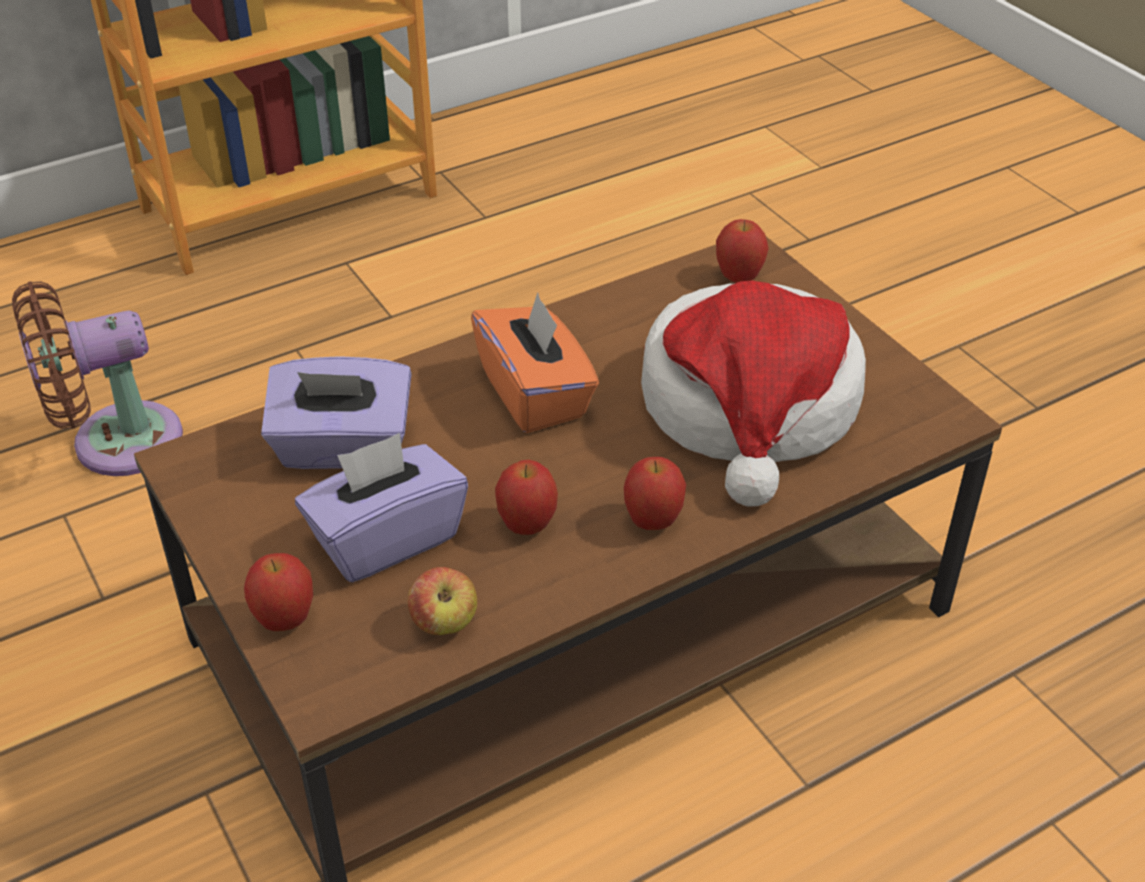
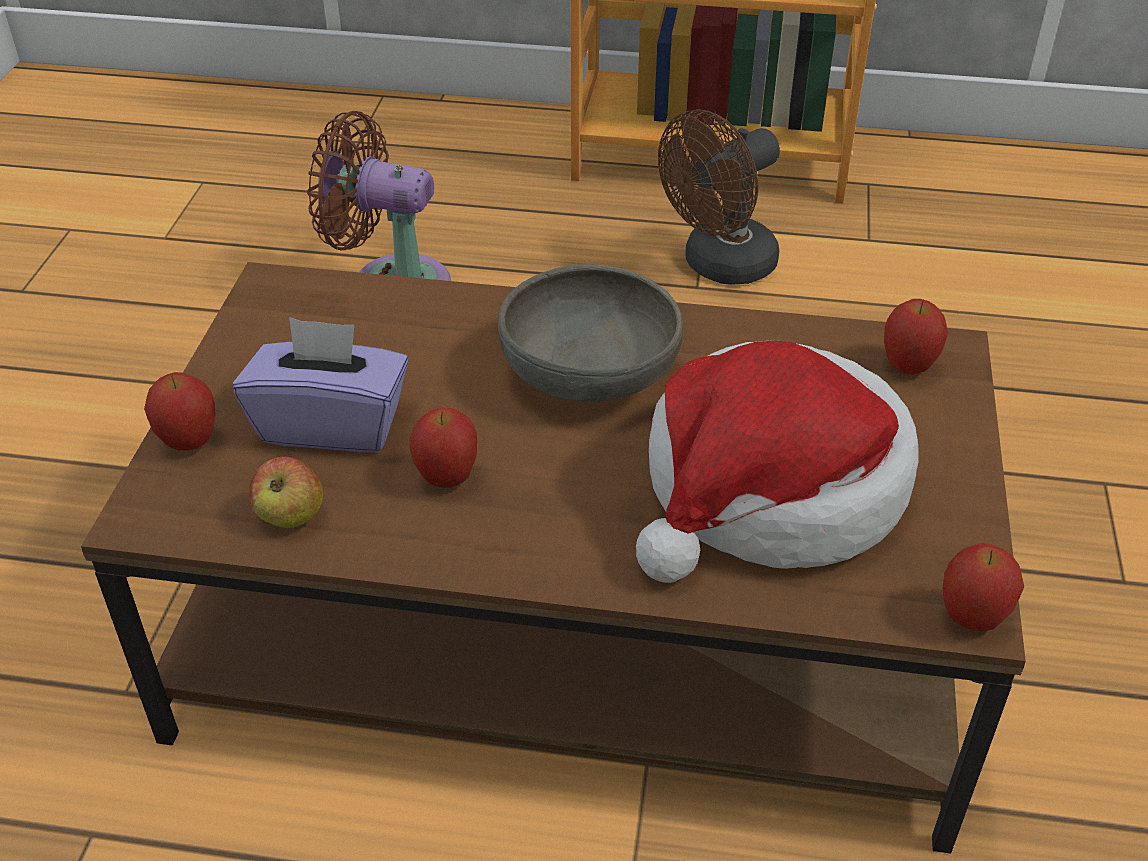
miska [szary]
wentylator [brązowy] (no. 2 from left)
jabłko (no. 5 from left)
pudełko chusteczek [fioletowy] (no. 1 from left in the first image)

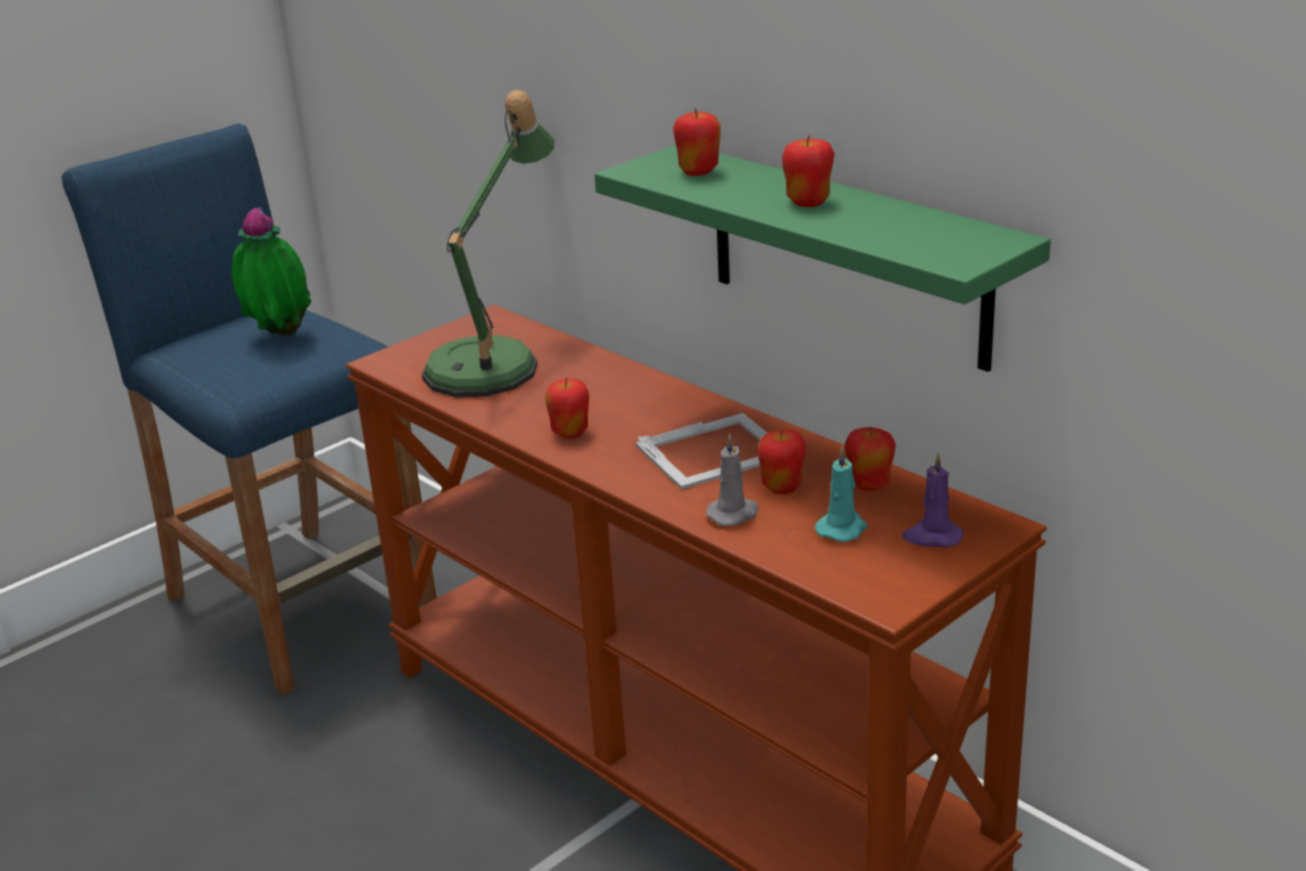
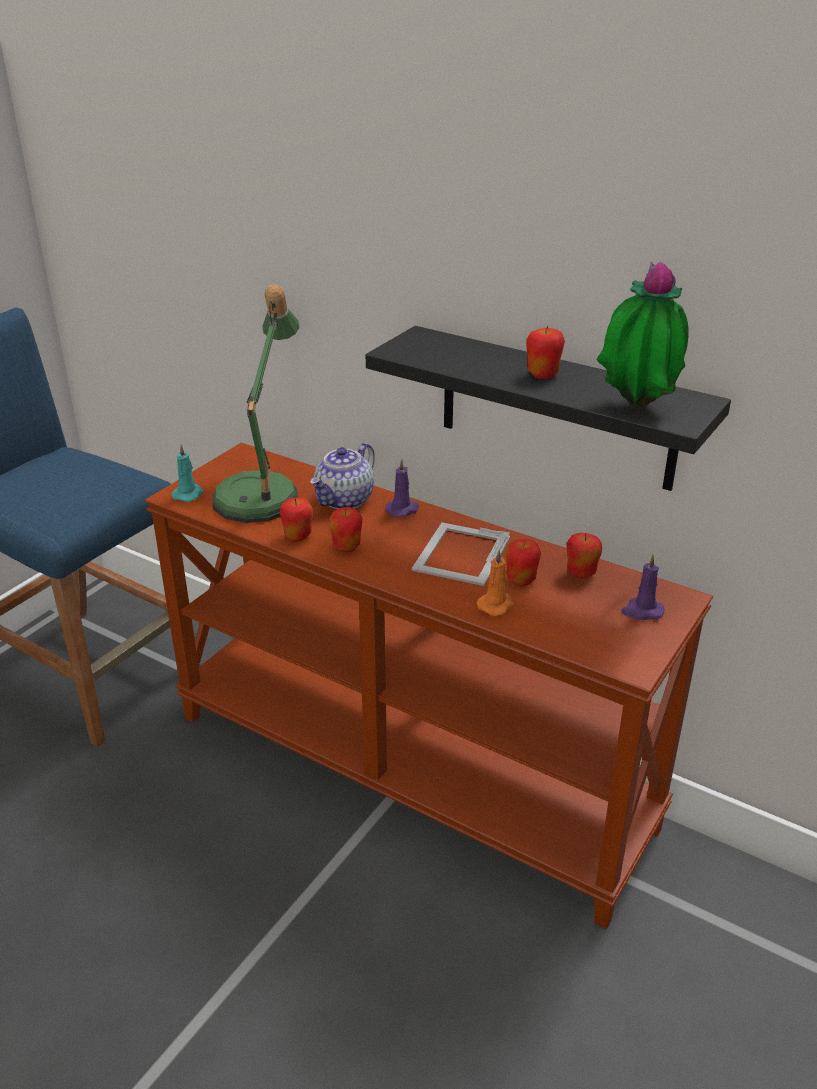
świeca [turkusowy]
jabłko (no. 1 from left)
imbryk
półka [czarny]
świeca [fioletowy] (no. 1 from left)
ramka na zdjęcie
świeca [pomarańczowy]
roślina doniczkowa

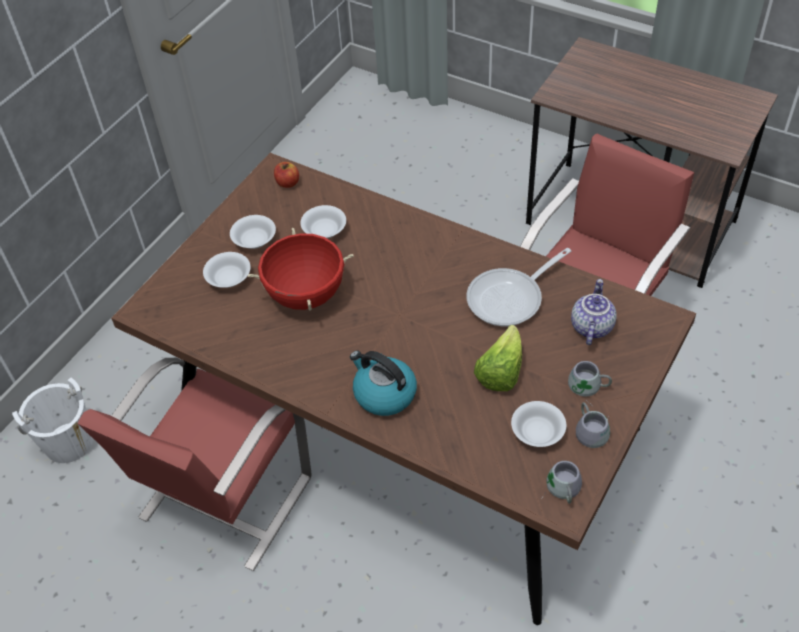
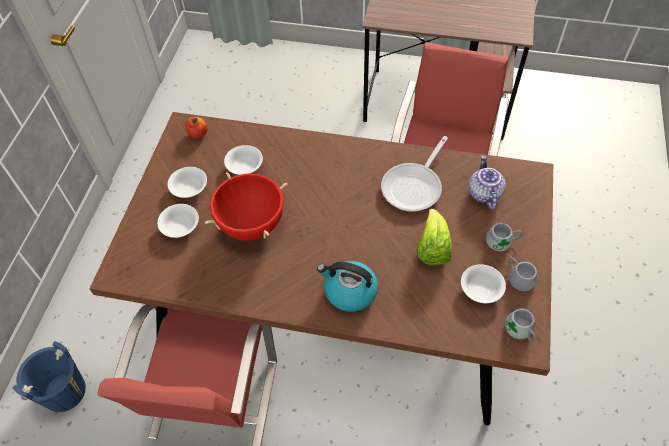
wiadro [niebieski]

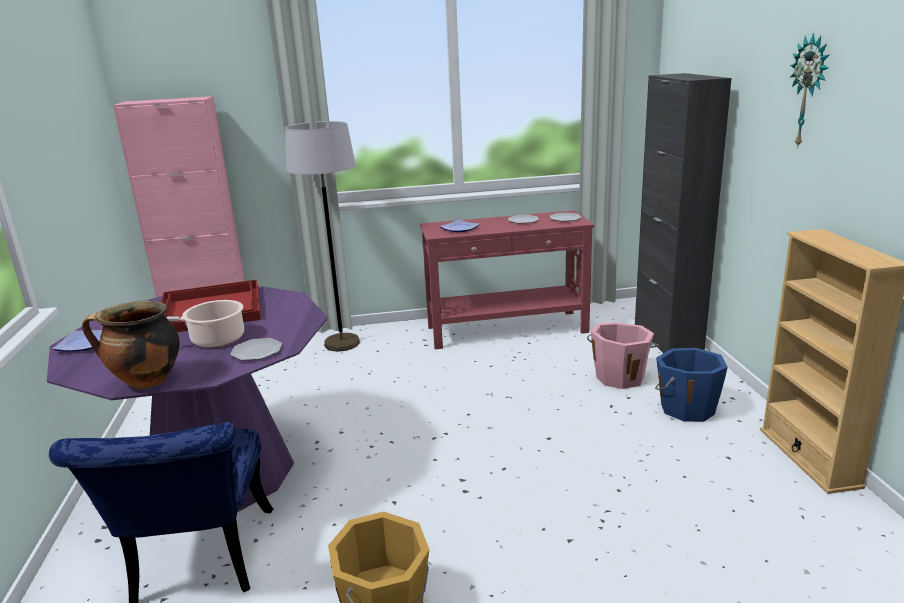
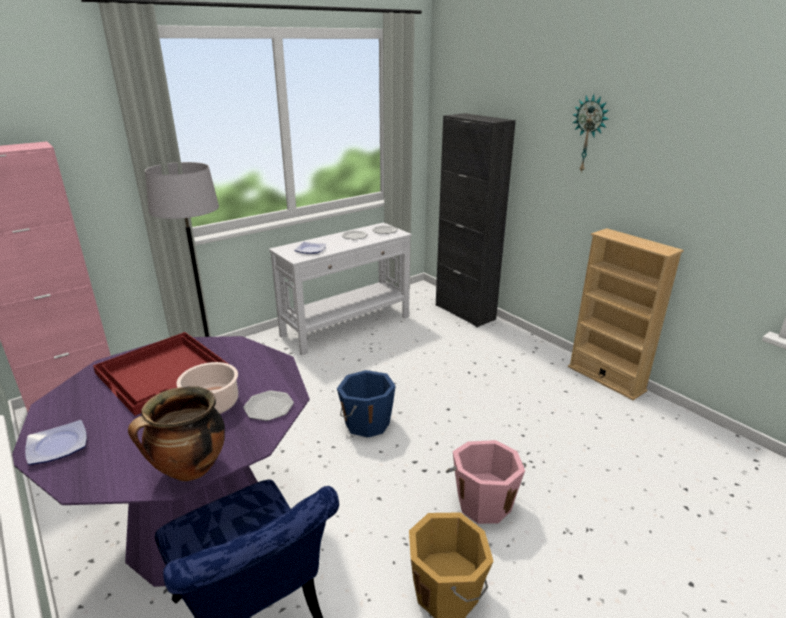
stolik konsolowy [biały]
wiadro [niebieski]
wiadro [różowy]

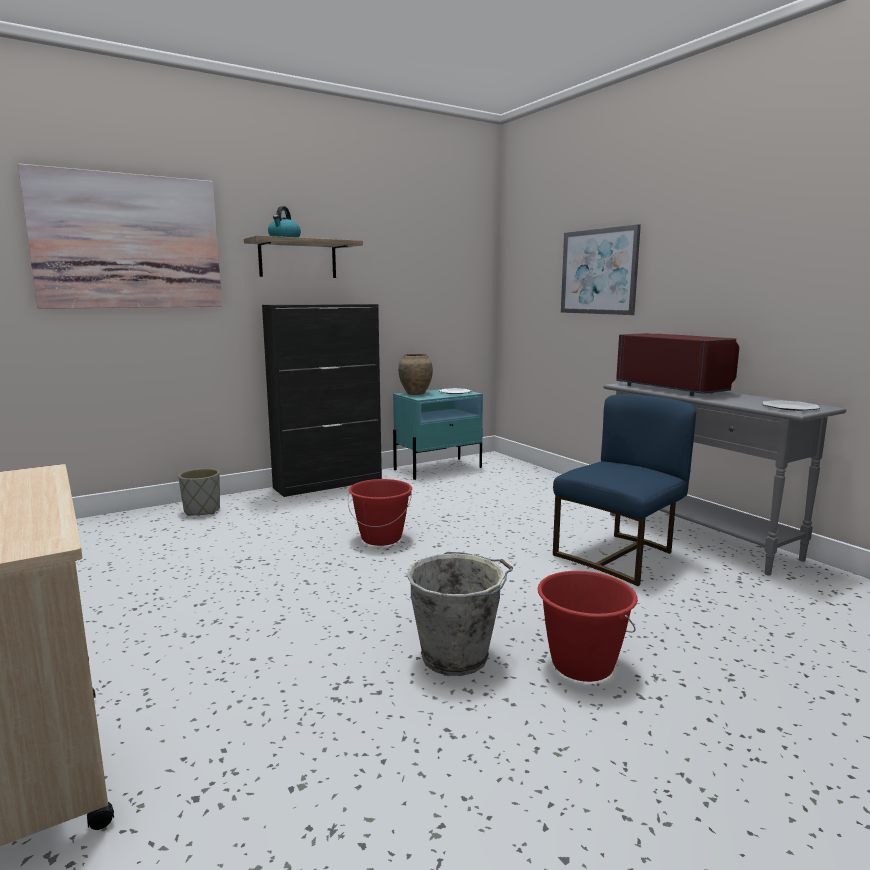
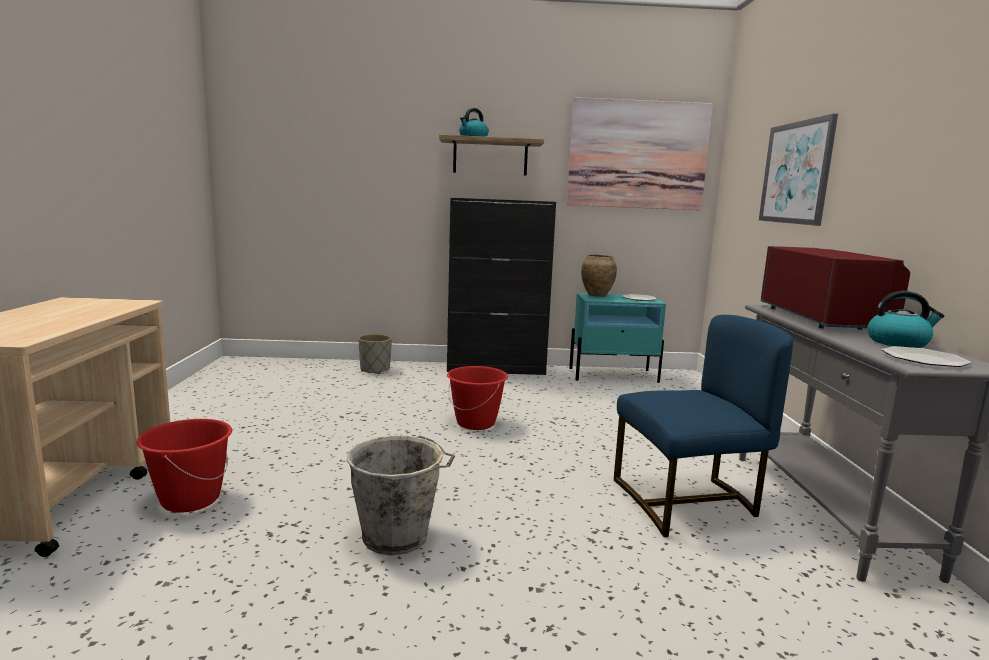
wiadro [czerwony] (no. 1 from left)
obraz (no. 1 from left)
czajnik (no. 2 from left)

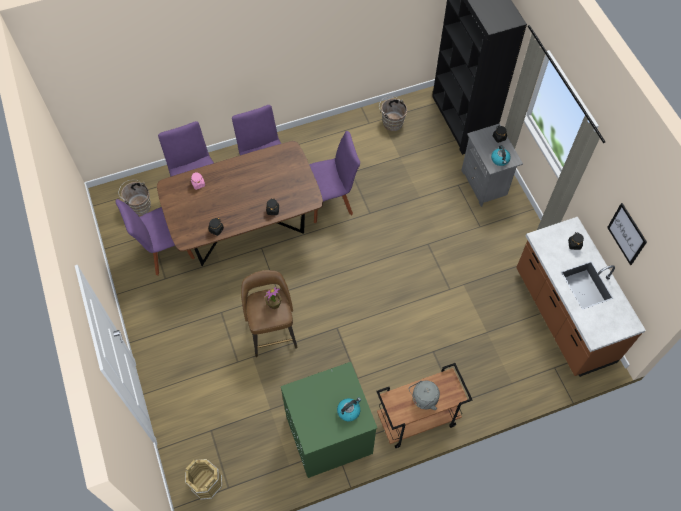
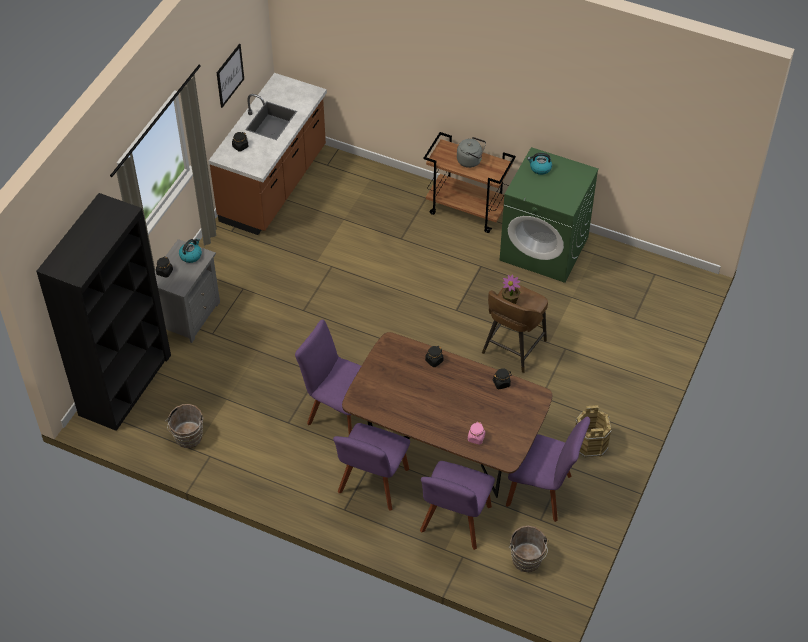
wiadro [brązowy] (no. 3 from left)

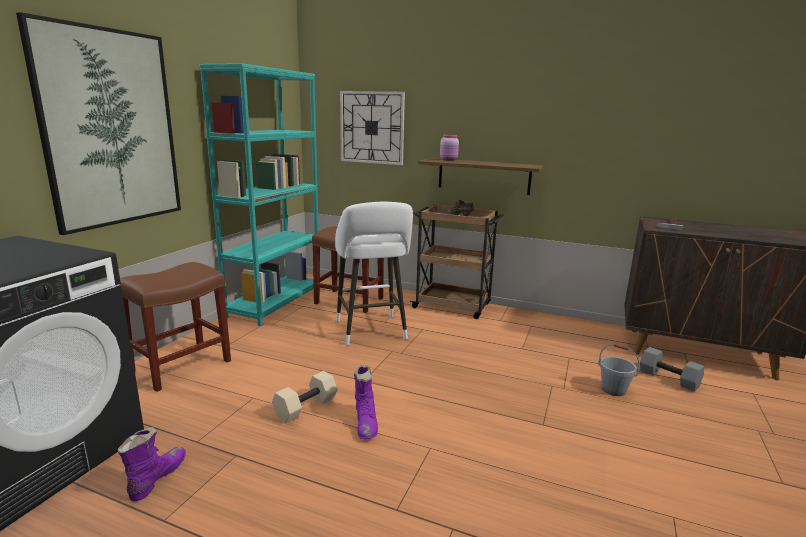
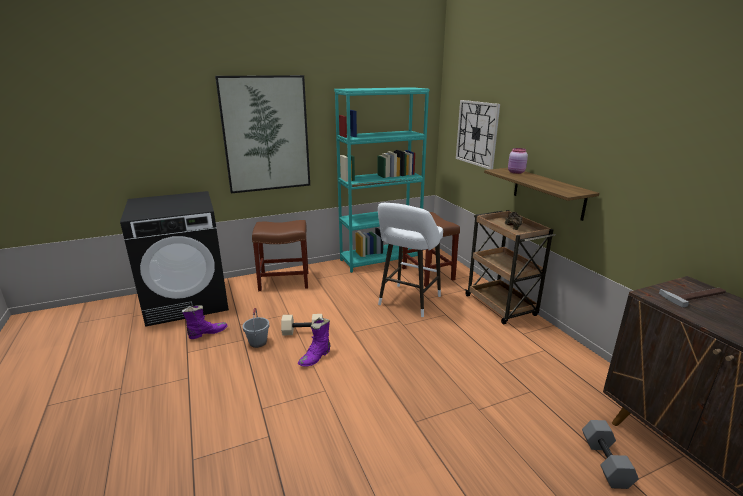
wiadro [szary]

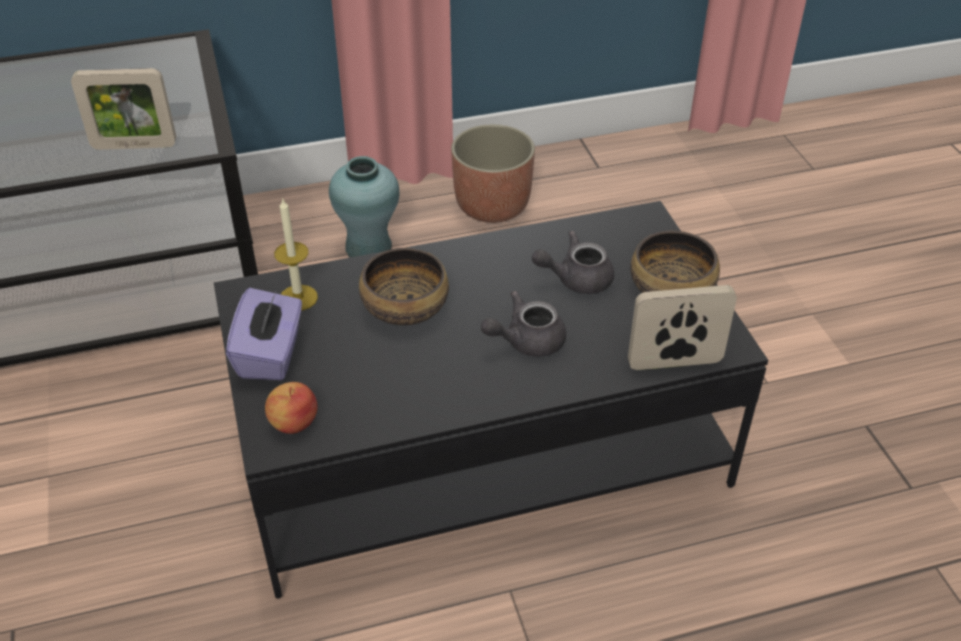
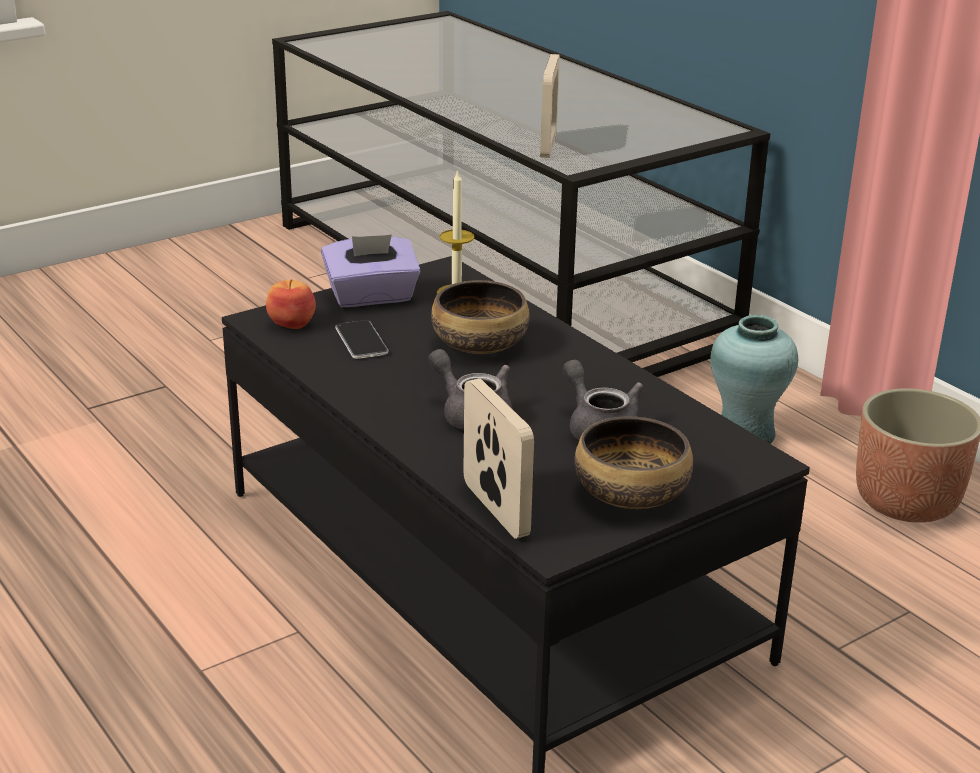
telefon
ramka na zdjęcie (no. 2 from left)

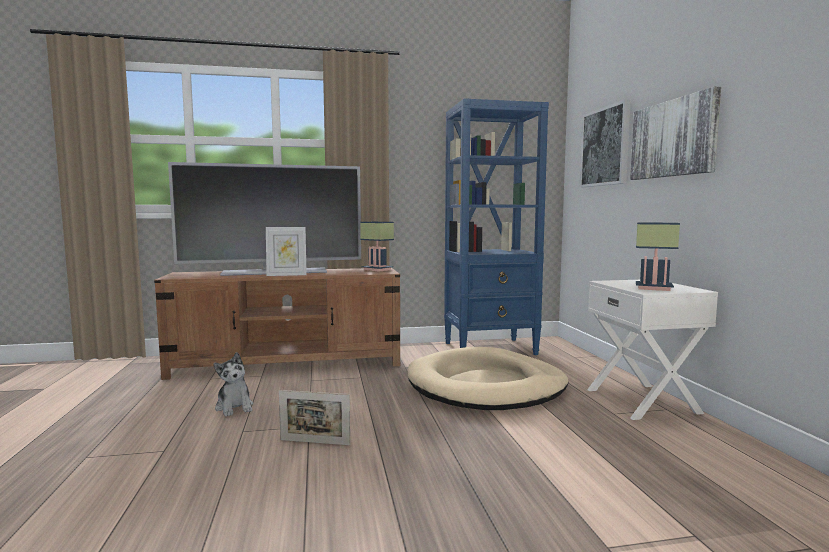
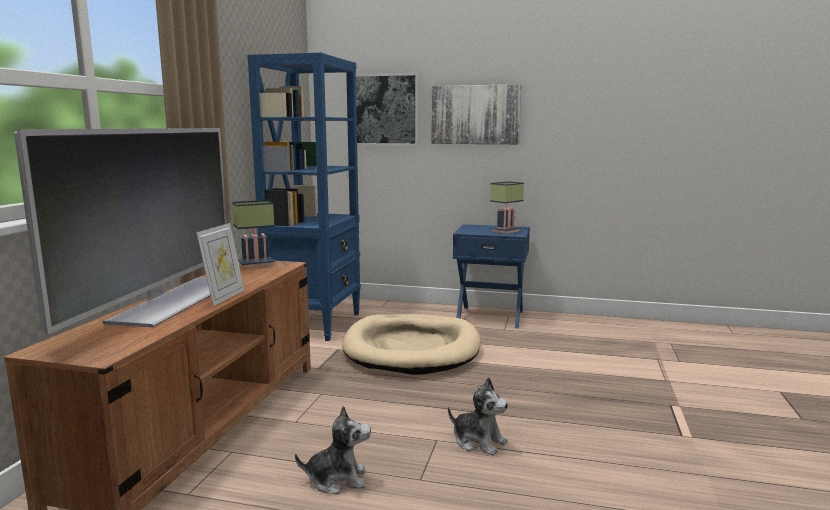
pluszak (no. 2 from left)
szafka nocna [niebieski]

